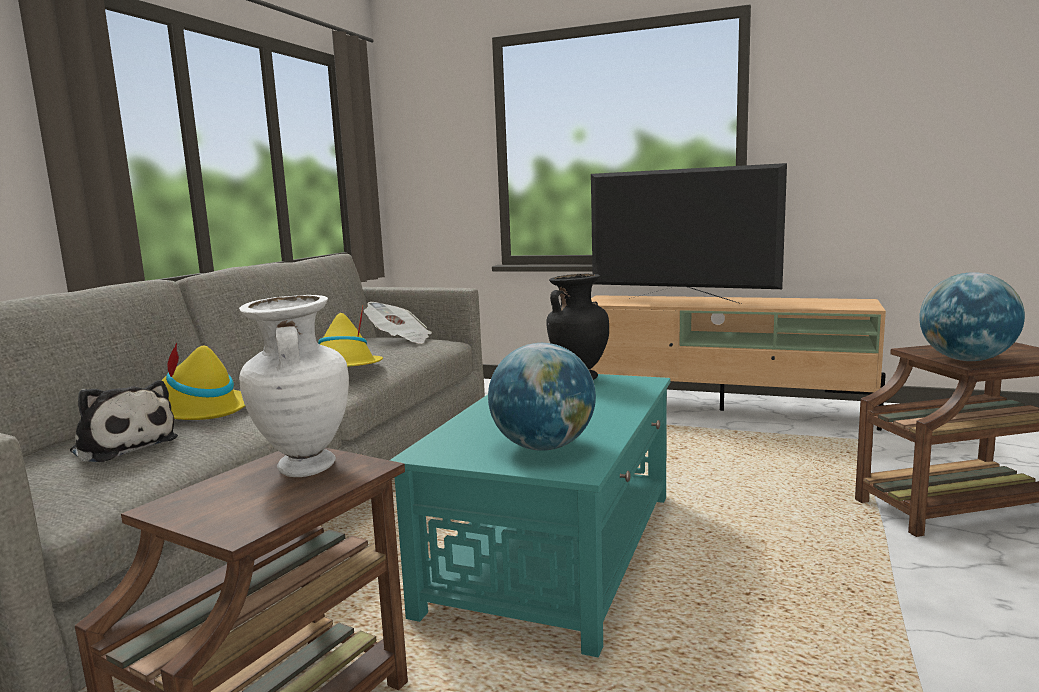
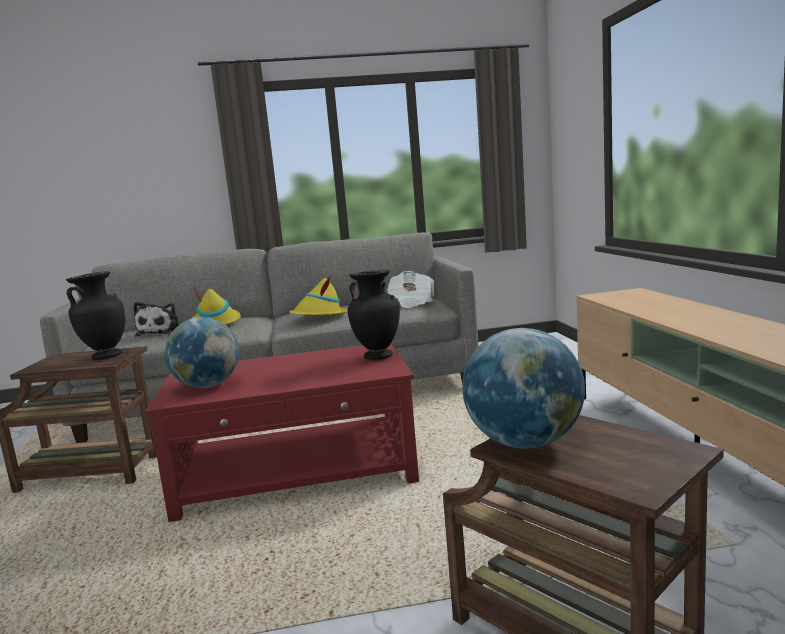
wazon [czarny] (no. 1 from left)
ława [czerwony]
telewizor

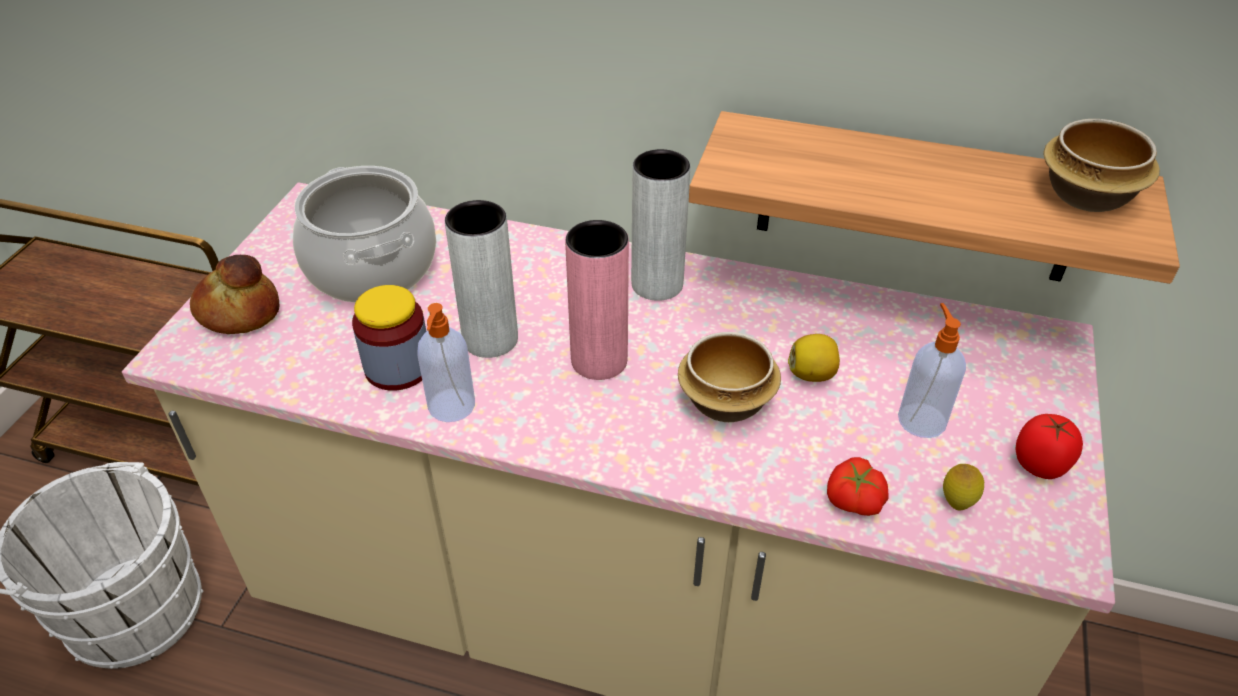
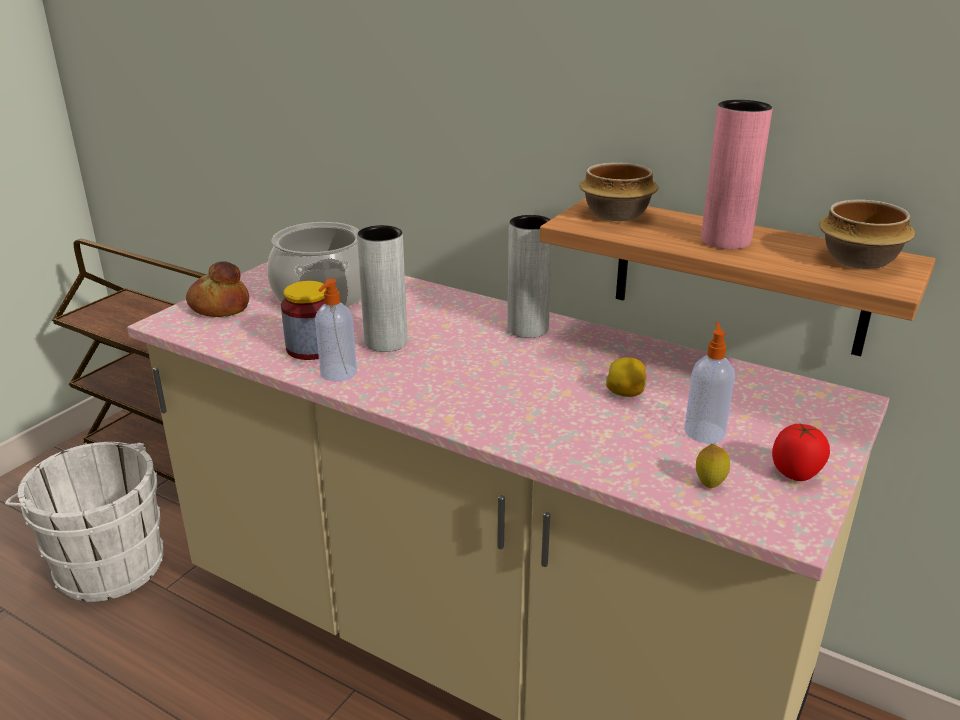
miska (no. 1 from left)
wazon [różowy]
pomidor (no. 1 from left in the first image)

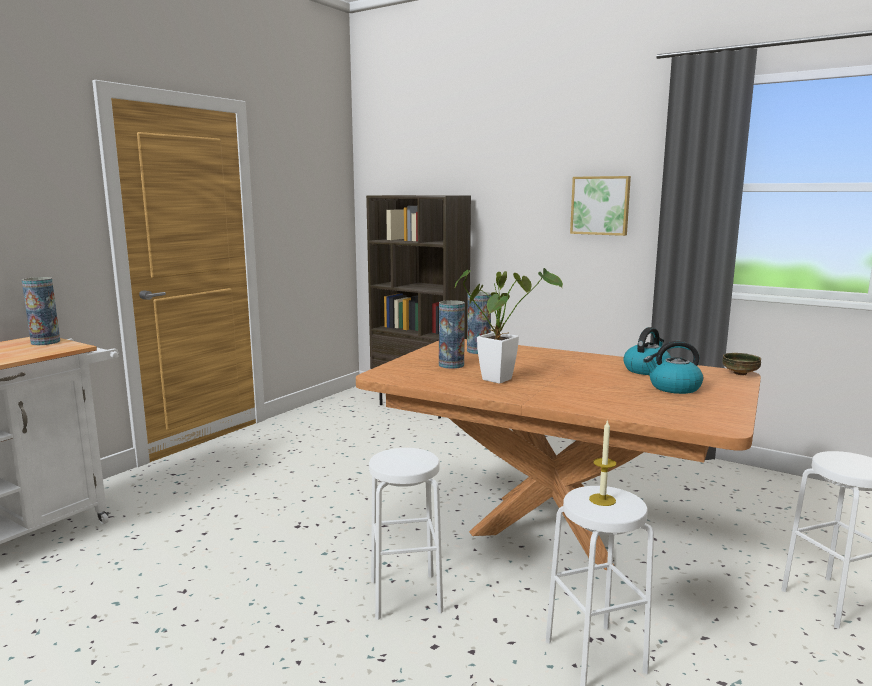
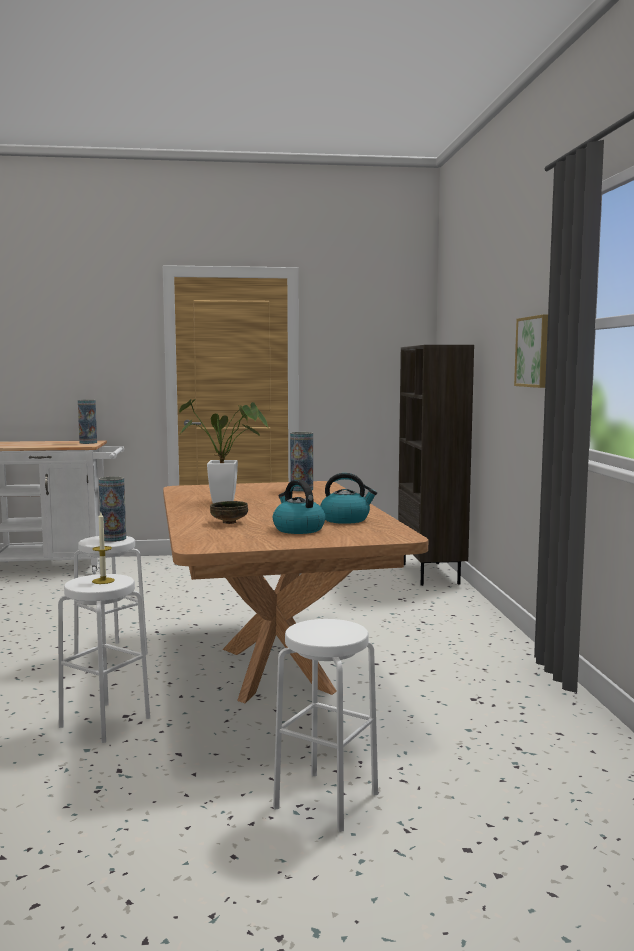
wazon (no. 2 from left)
miska

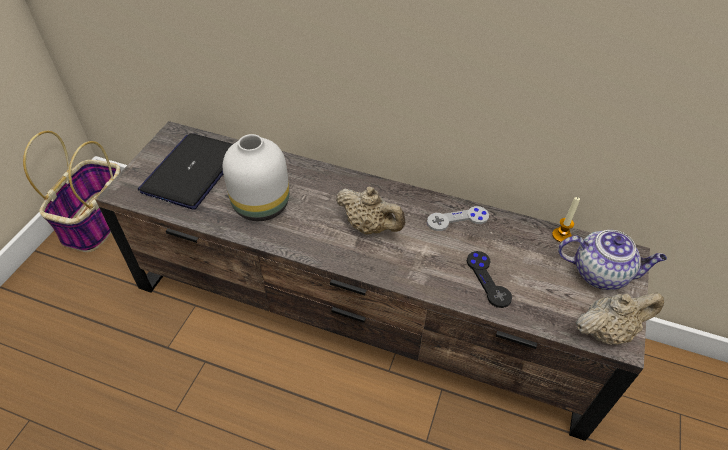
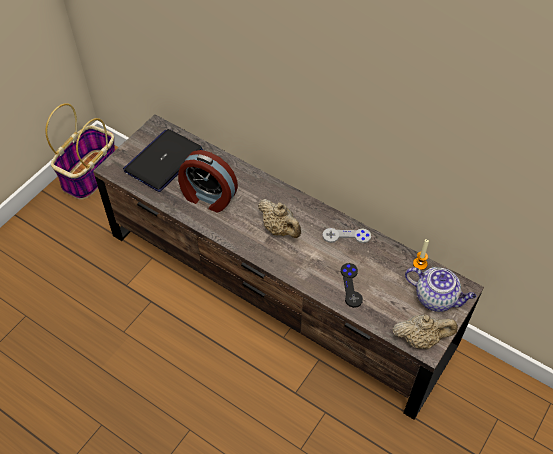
budzik

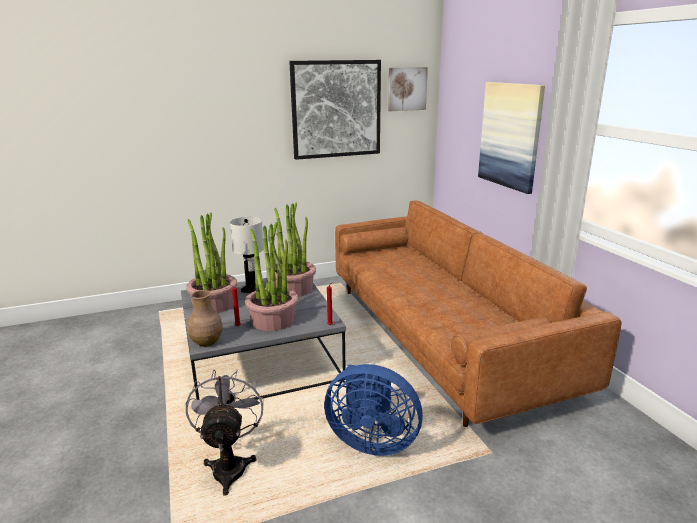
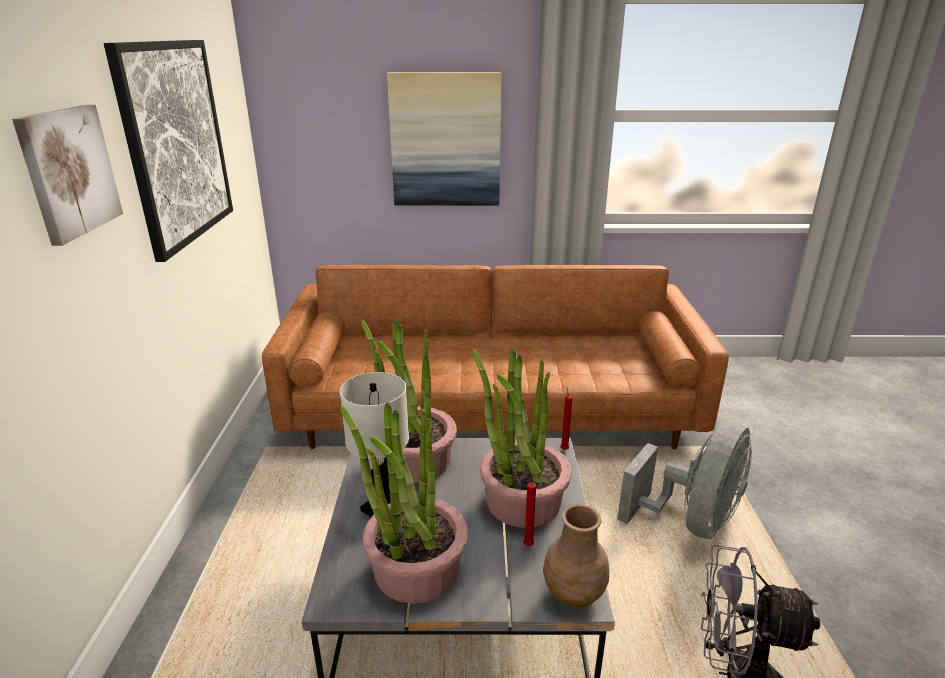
obraz (no. 1 from left)
wentylator [szary] (no. 1 from left)

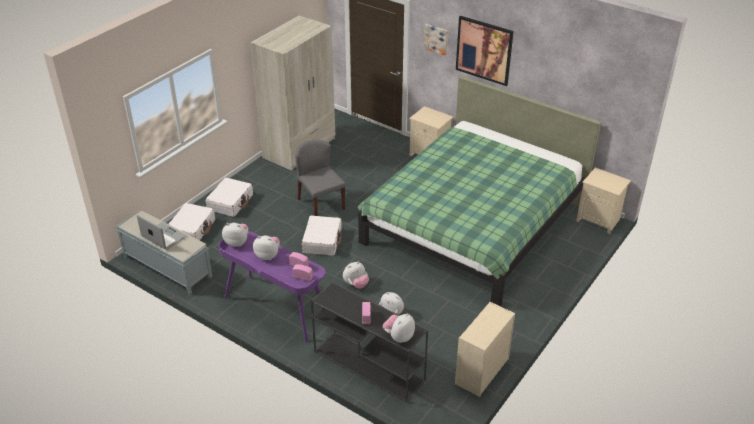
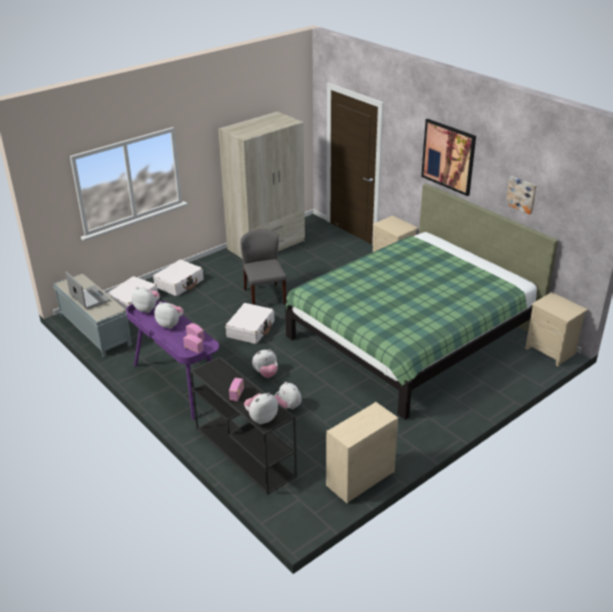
obraz (no. 2 from left)

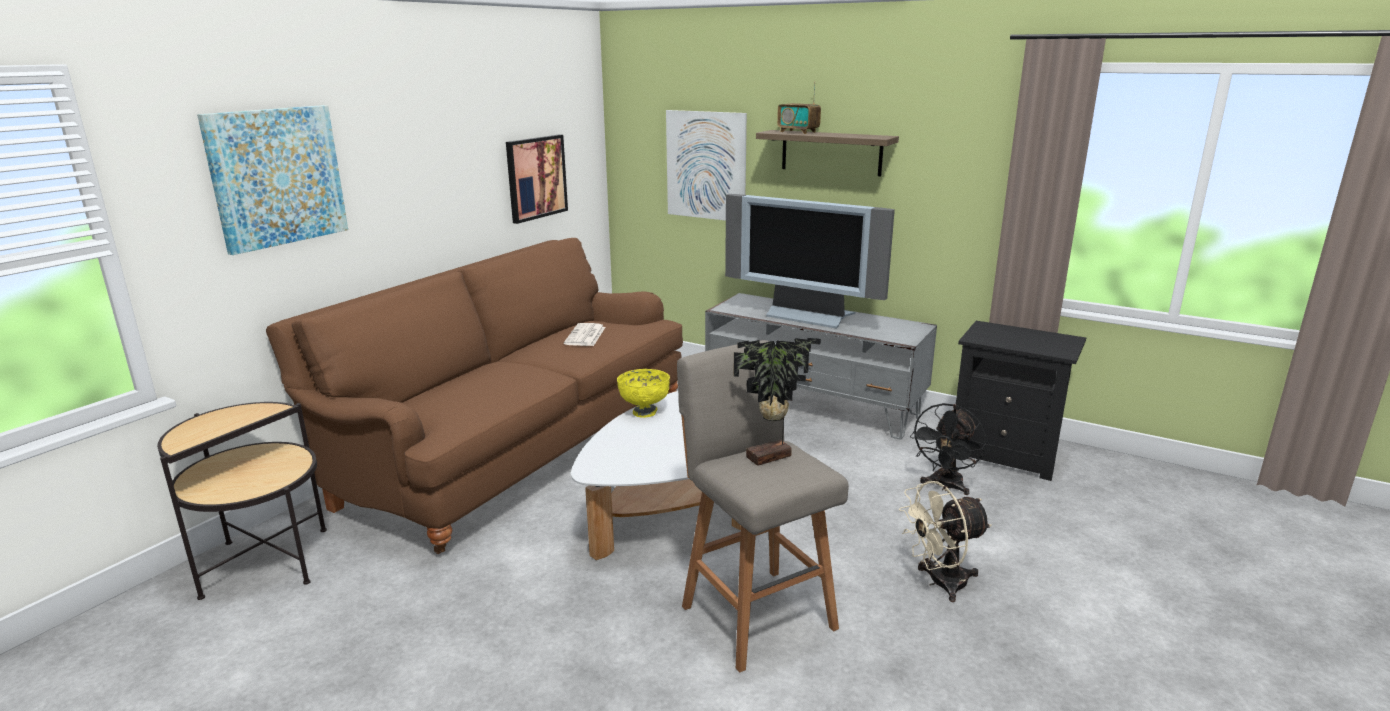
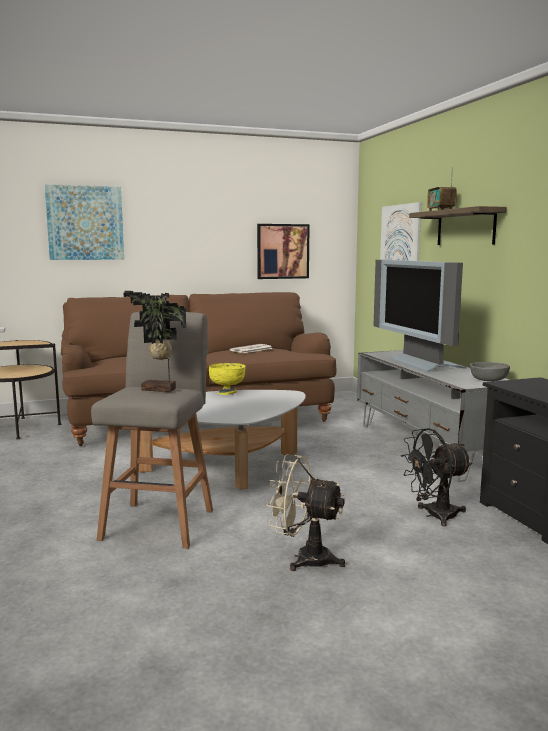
miska [szary]

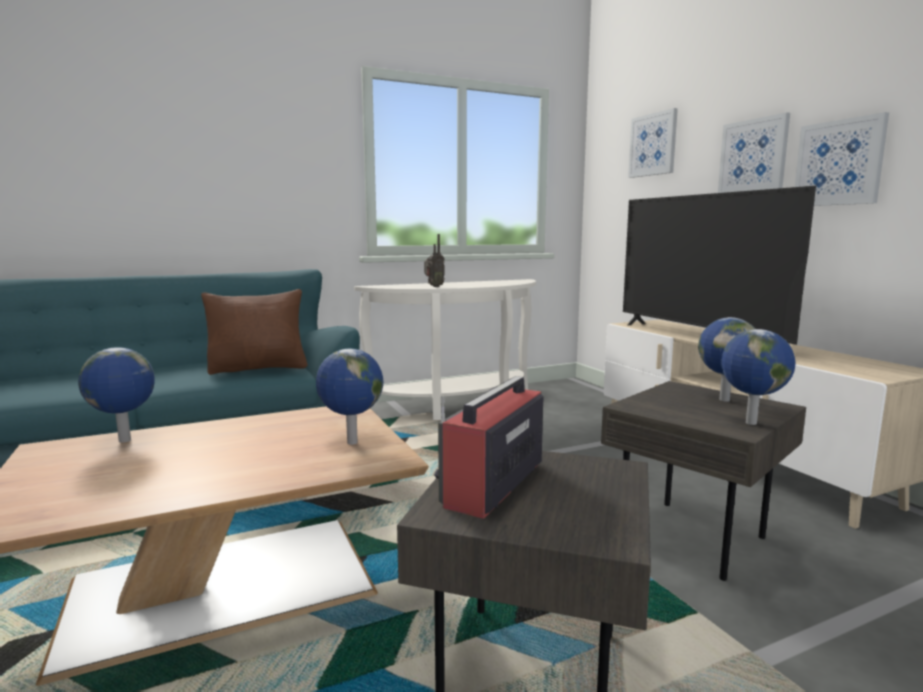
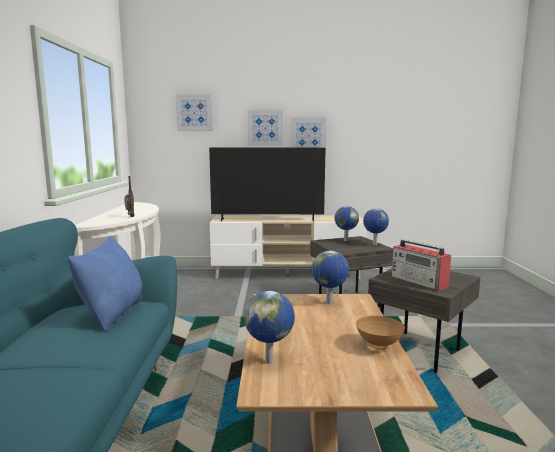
poduszka [niebieski]
miska [brązowy]

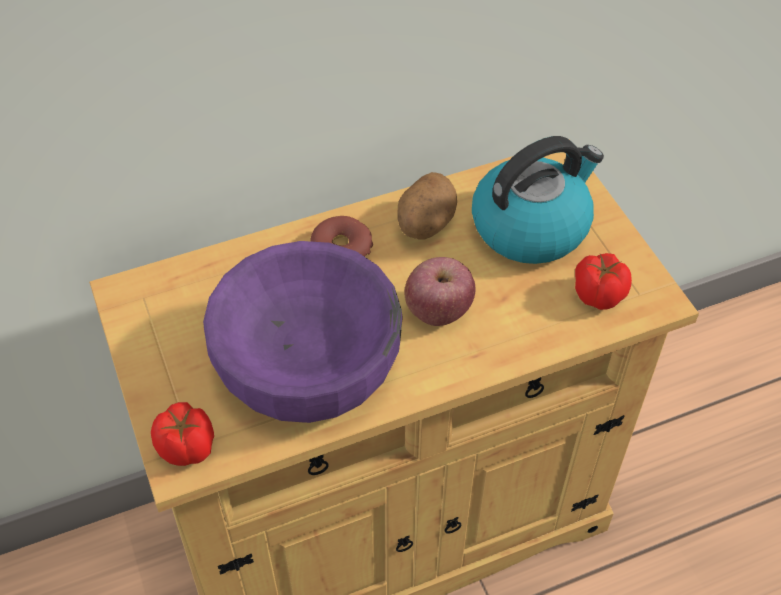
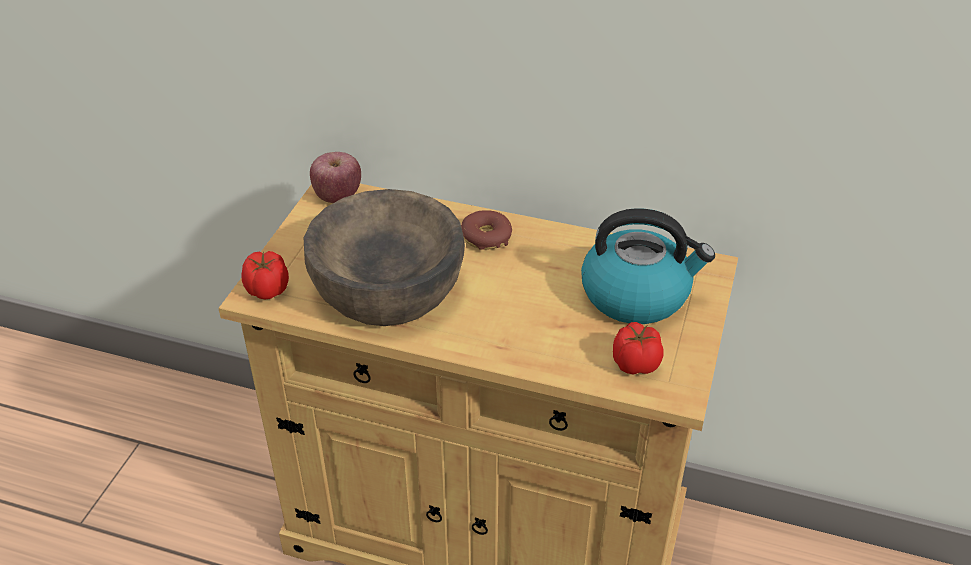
miska [brązowy]
jabłko
ziemniak

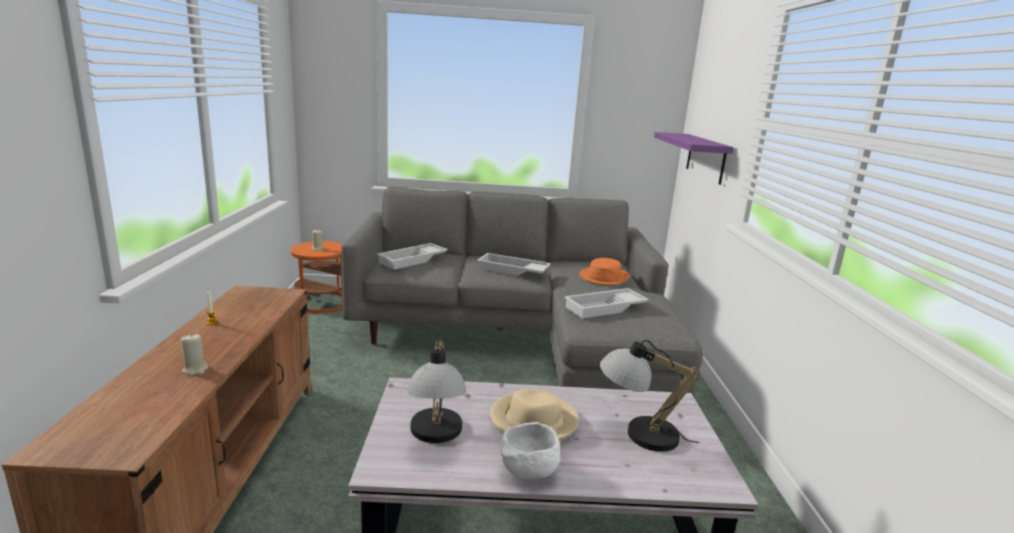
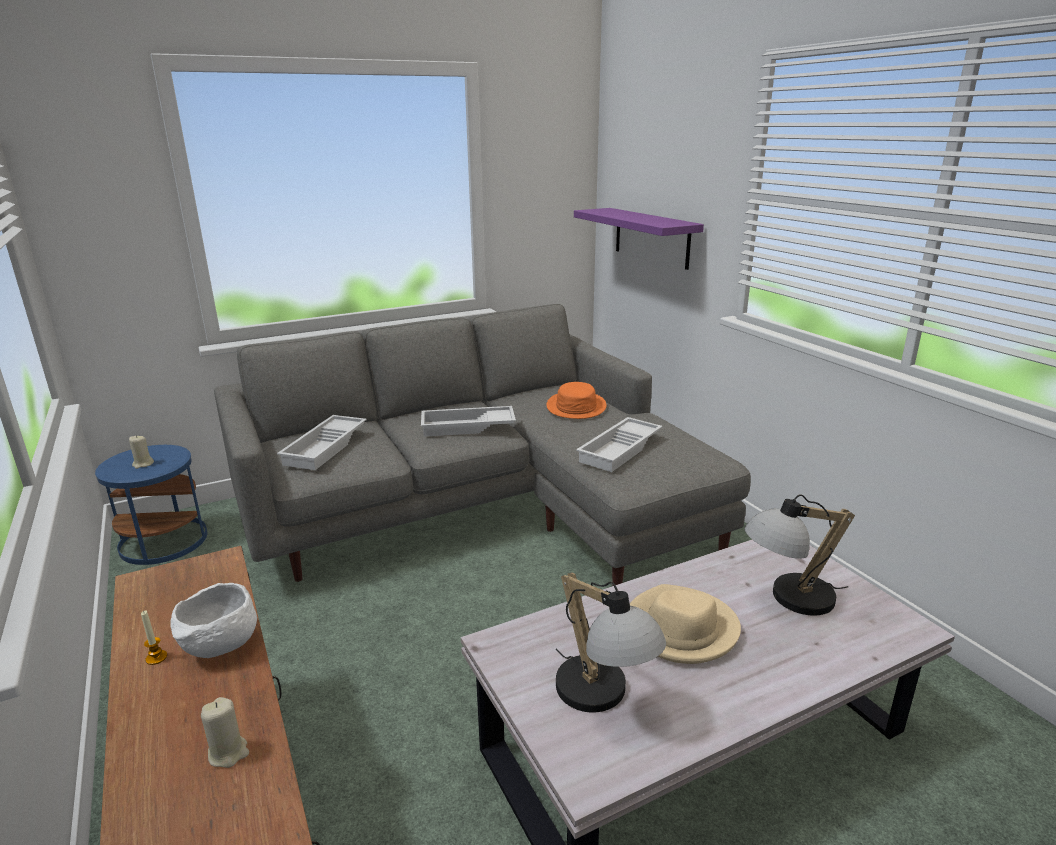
stolik [niebieski]
miska [biały]

